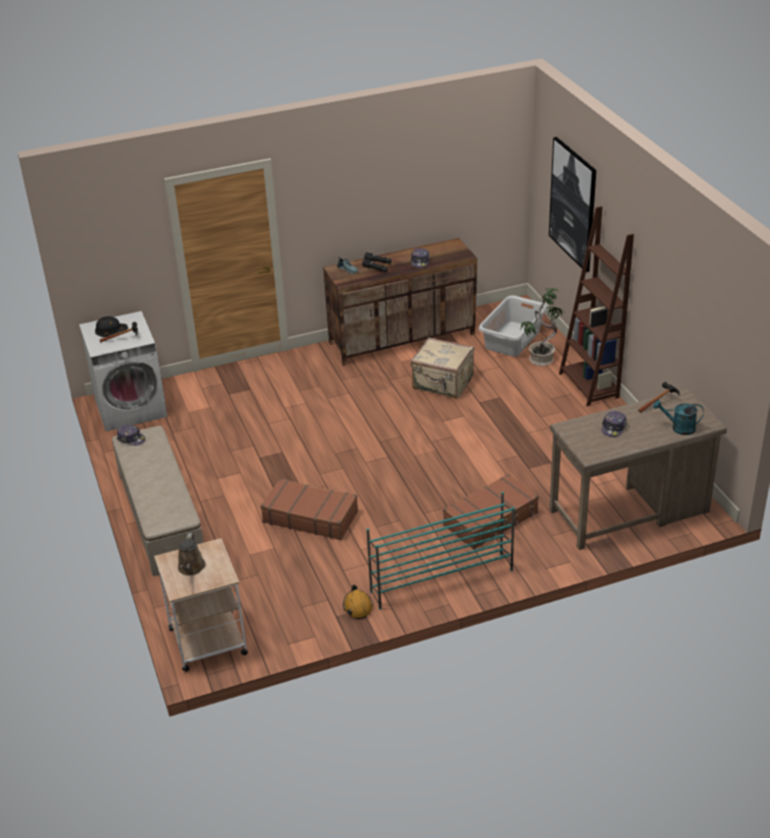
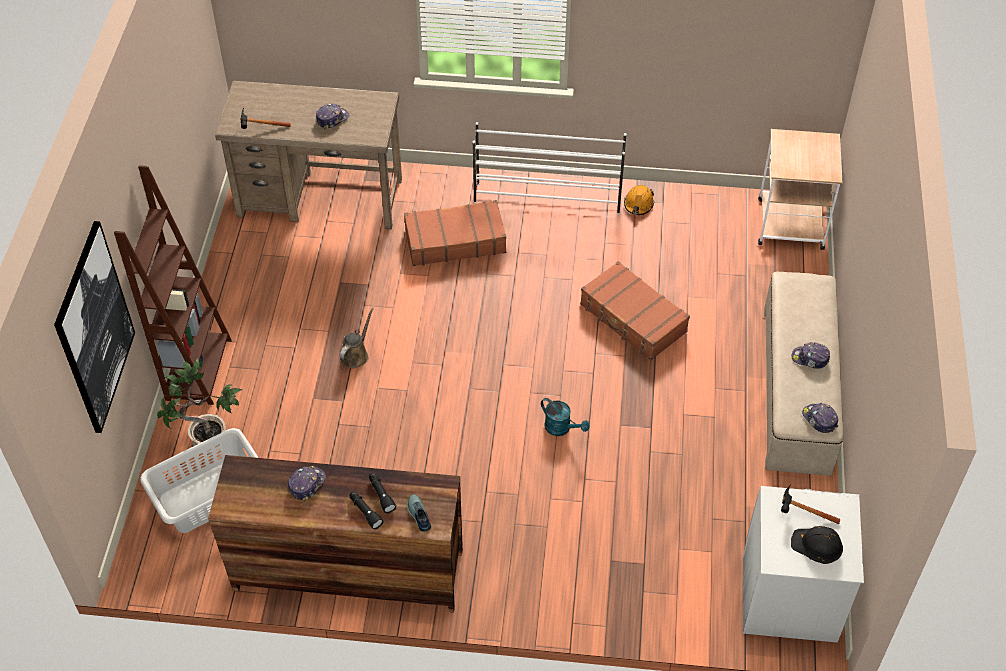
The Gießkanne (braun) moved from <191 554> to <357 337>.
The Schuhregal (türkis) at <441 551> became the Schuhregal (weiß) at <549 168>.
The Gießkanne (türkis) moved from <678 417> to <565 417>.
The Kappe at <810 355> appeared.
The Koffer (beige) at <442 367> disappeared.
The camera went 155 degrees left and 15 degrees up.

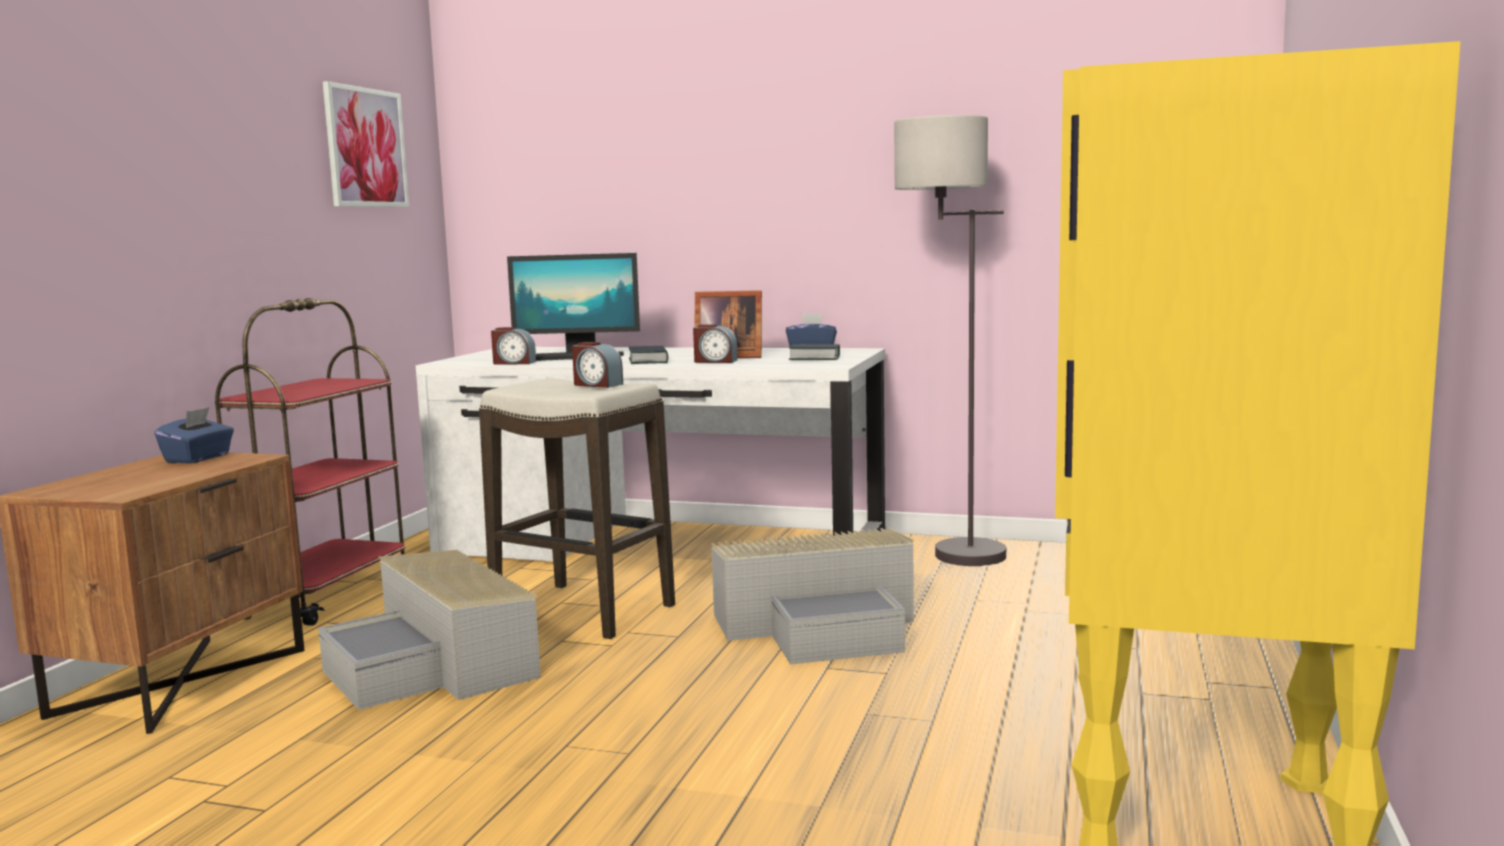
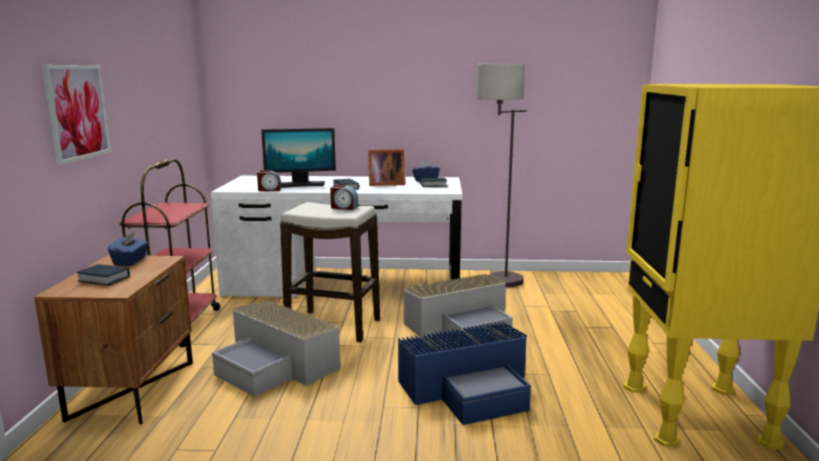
The Bild moved from <366 144> to <76 115>.
The Buch at <103 275> appeared.
The Aufbewahrungsbox (blau) at <464 373> appeared.
The Wecker at <715 343> disappeared.
The camera went 15 degrees left and 5 degrees up.

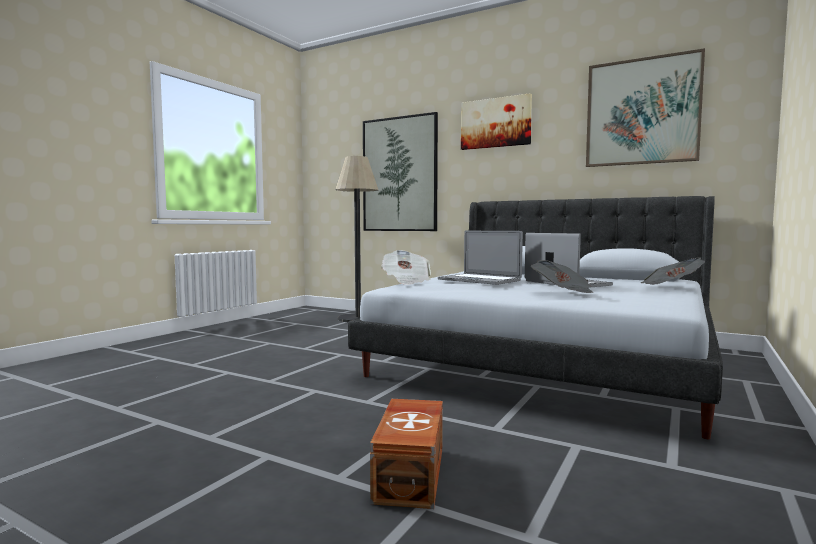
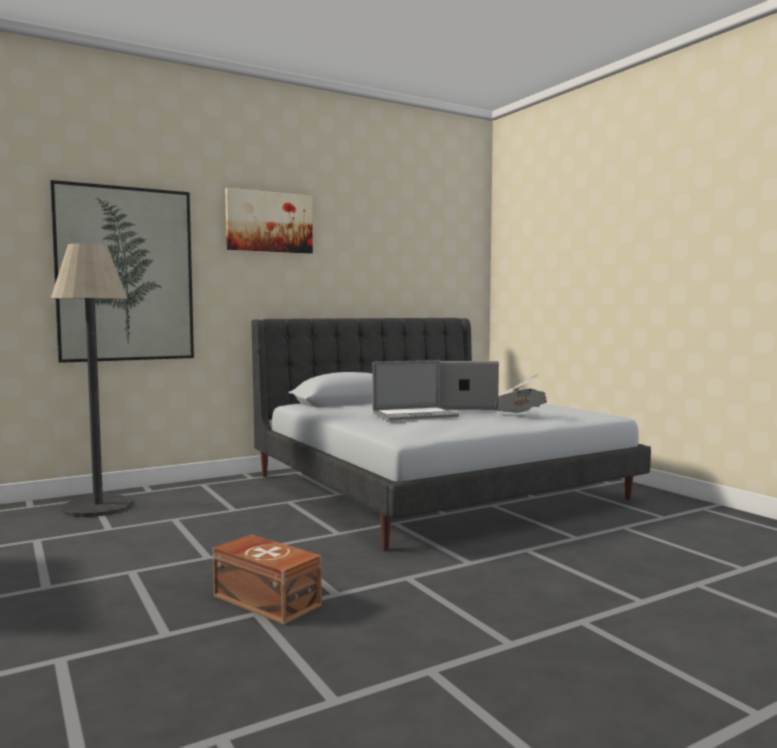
The Aufbewahrungsbox (braun) moved from <406 454> to <267 579>.
The Zeitung at <406 267> disappeared.
The Bild at <645 107> disappeared.
The camera went 60 degrees left and 0 degrees up.

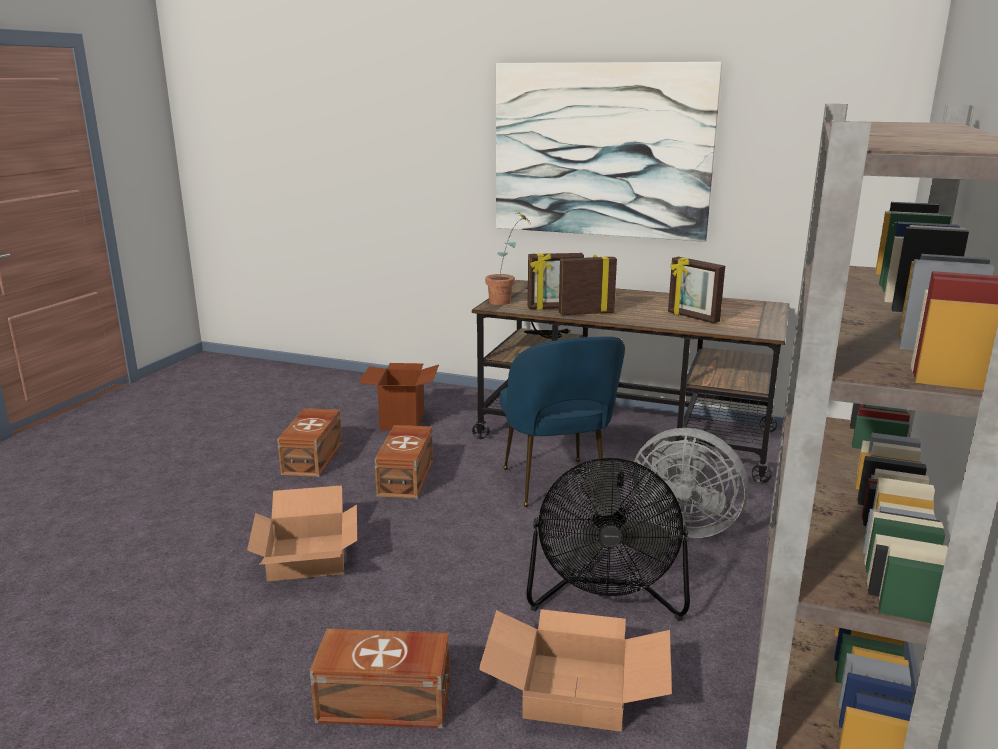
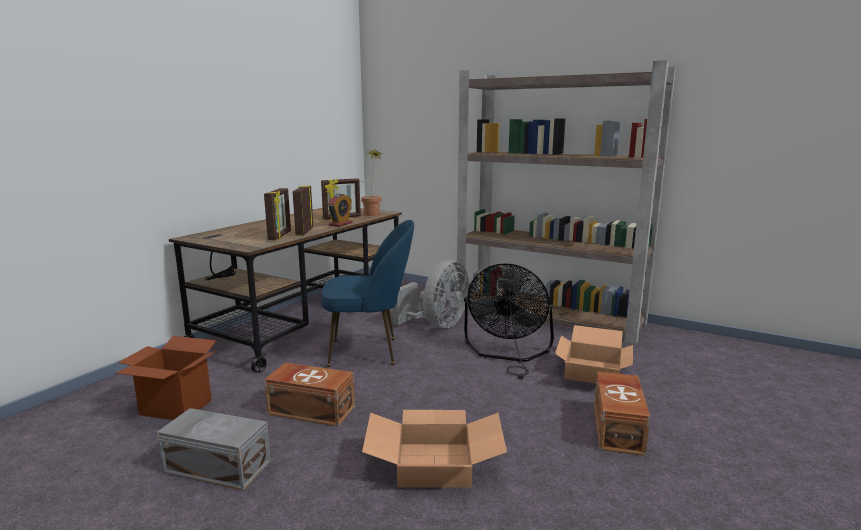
The Aufbewahrungsbox (braun) at <309 442> became the Aufbewahrungsbox (grau) at <214 449>.
The Wecker at <340 210> appeared.
The Topfpflanze moved from <508 257> to <372 182>.
The Ventilator (schwarz) at <608 539> turned 90 degrees counterclockwise.
The Bild at <609 152> disappeared.
The camera went 80 degrees left and 5 degrees down.

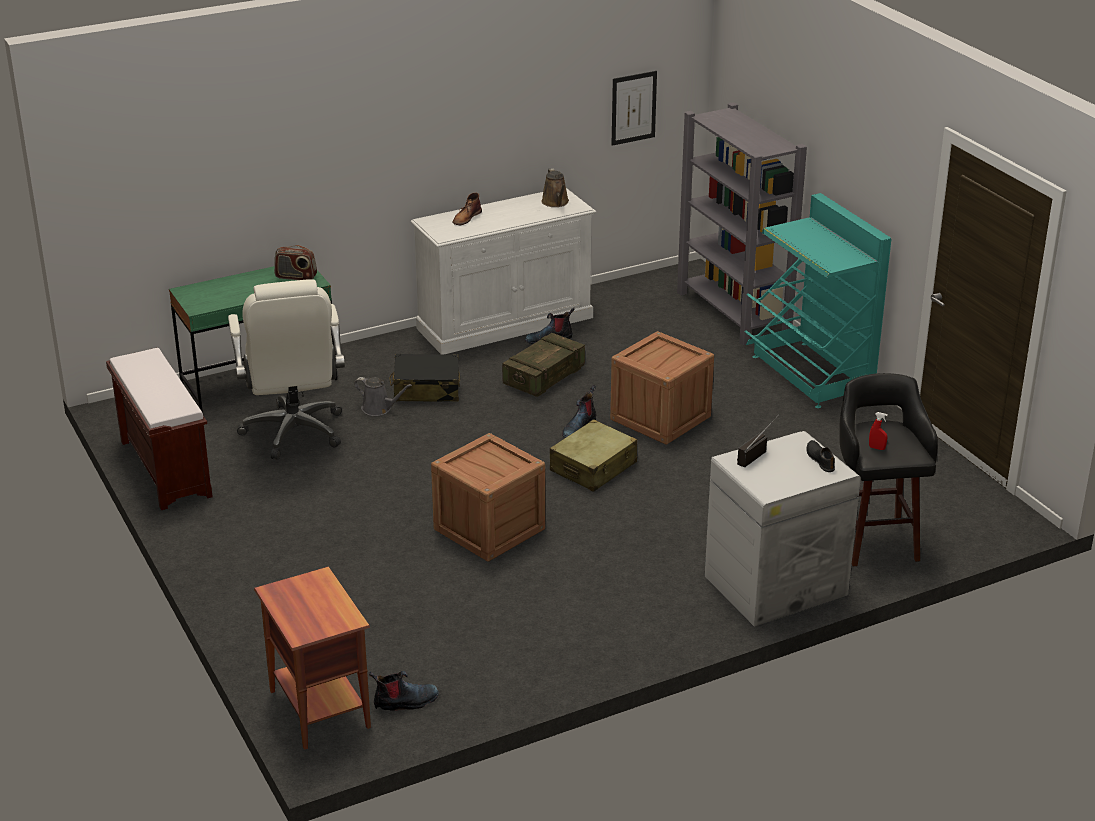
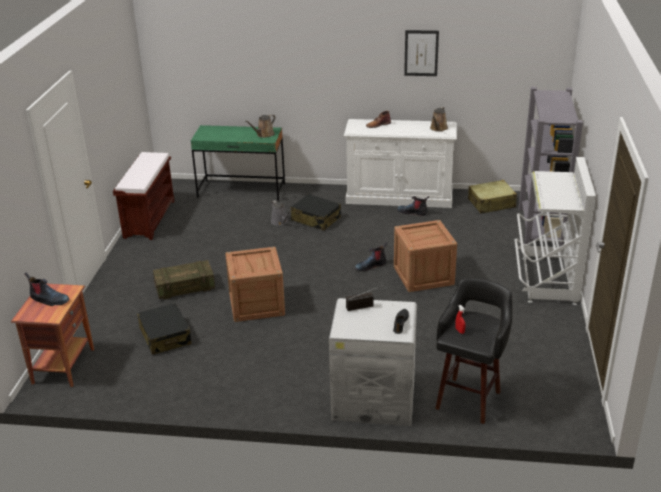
The Stiefel moved from <404 691> to <46 289>.
The Koffer (schwarz) at <164 329> appeared.
The Kiste moved from <543 365> to <184 280>.
The Radio at <295 262> was replaced by the Gießkanne (braun) at <260 126>.
The Bild moved from <634 108> to <421 53>.
The Koffer (beige) moved from <593 455> to <492 197>.
The Schuhregal (türkis) at <817 300> became the Schuhregal (weiß) at <555 231>.
The Bürostuhl (weiß) at <286 369> disappeared.
The camera went 35 degrees right and 0 degrees up.

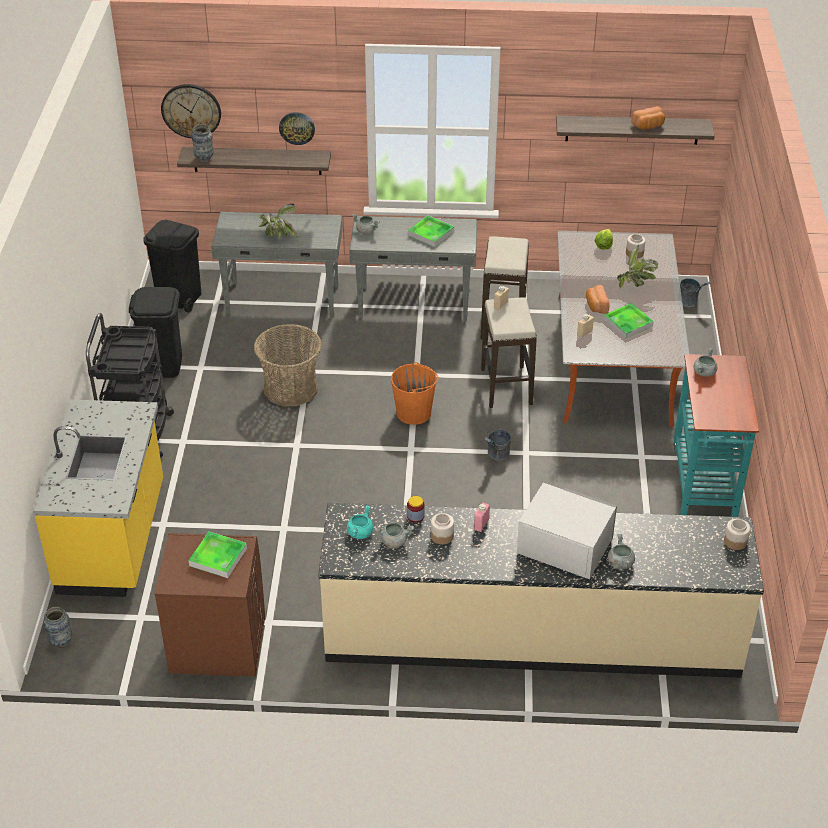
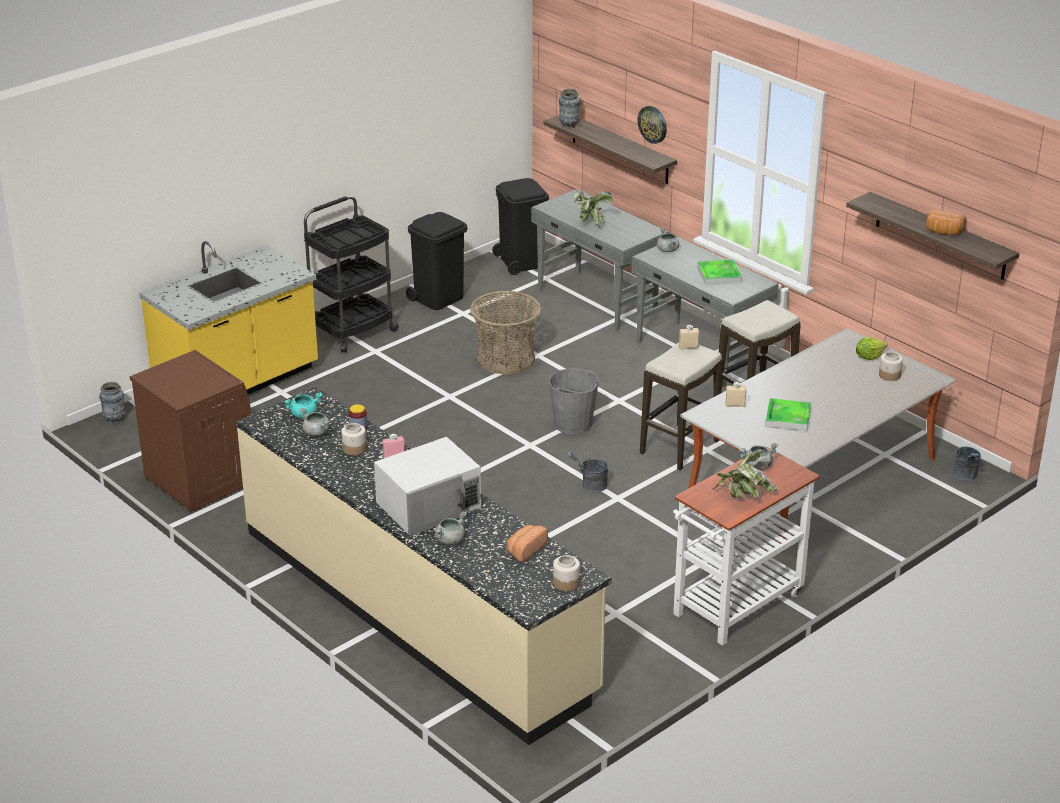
The Mikrowelle (weiß) at <567 531> turned 75 degrees clockwise.
The Brot moved from <597 299> to <527 543>.
The Eimer (orange) at <415 393> became the Eimer (grau) at <574 401>.
The Rollwagen (türkis) at <716 435> became the Rollwagen (weiß) at <746 546>.
The Topfpflanze moved from <637 267> to <745 472>.
The Wanduhr at <191 111> disappeared.
The Tablett at <218 555> disappeared.
The camera went 45 degrees right and 10 degrees down.

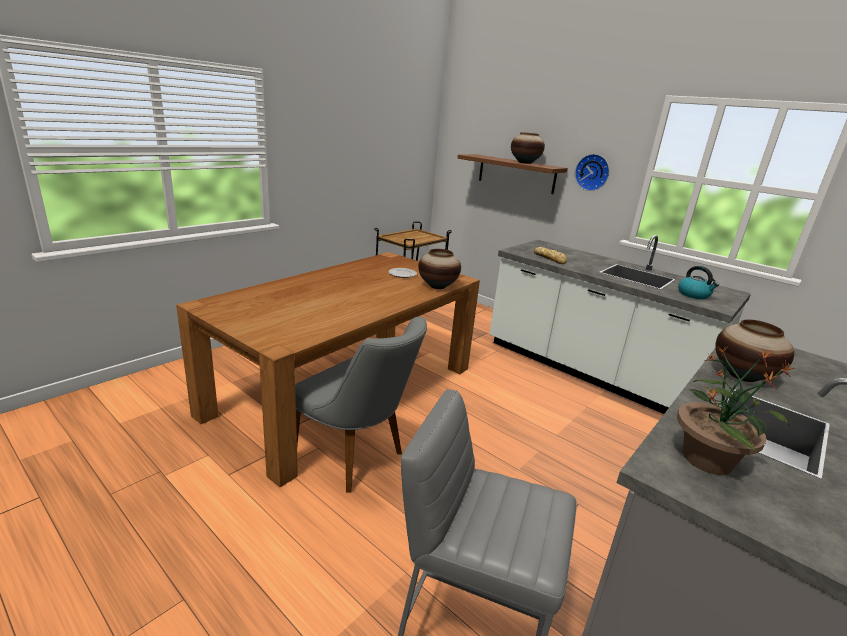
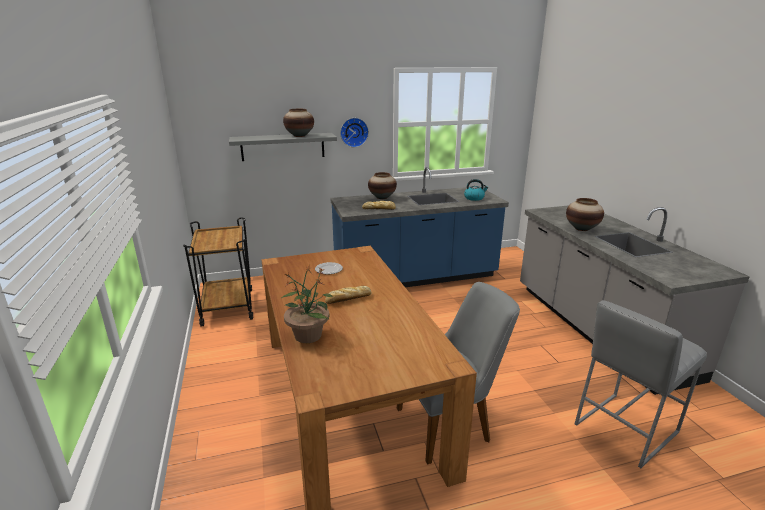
The Wandregal (braun) at <512 174> became the Wandregal (grau) at <283 147>.
The Topfpflanze moved from <736 411> to <307 304>.
The Brot at <348 295> appeared.
The Küchenzeile (weiß) at <620 324> became the Küchenzeile (blau) at <420 227>.
The Vase moved from <439 269> to <382 185>.
The camera went 55 degrees left and 0 degrees up.

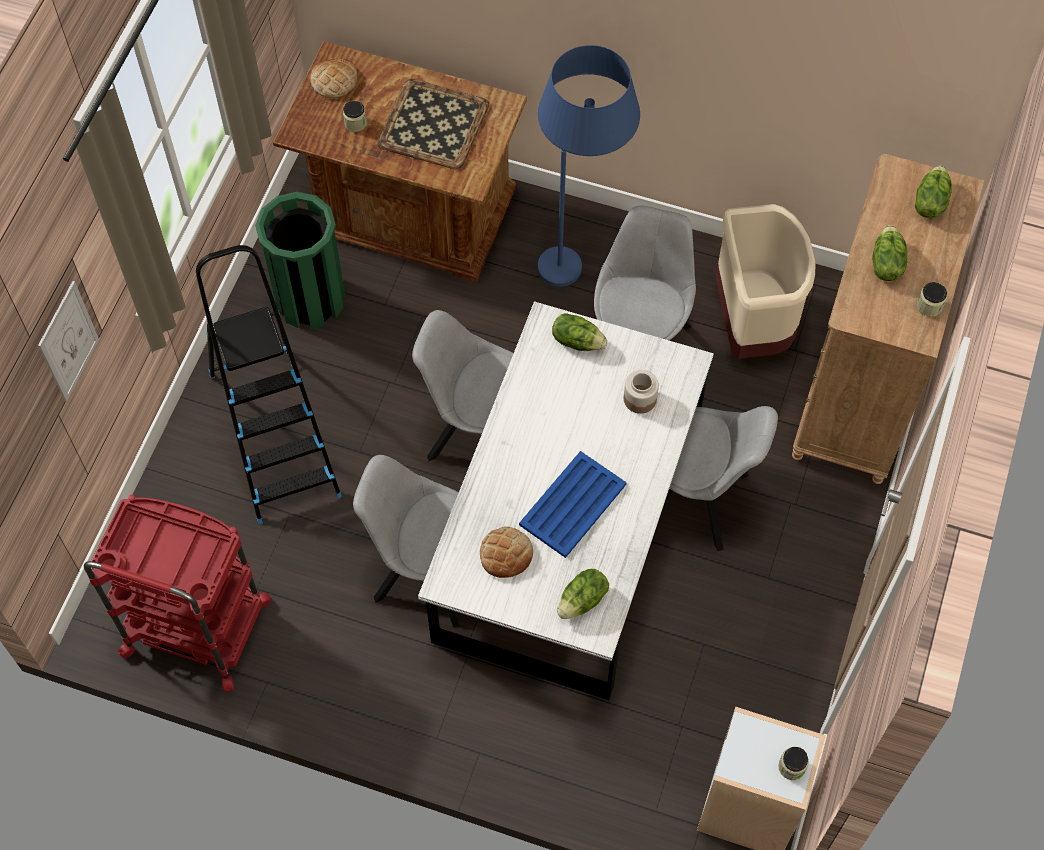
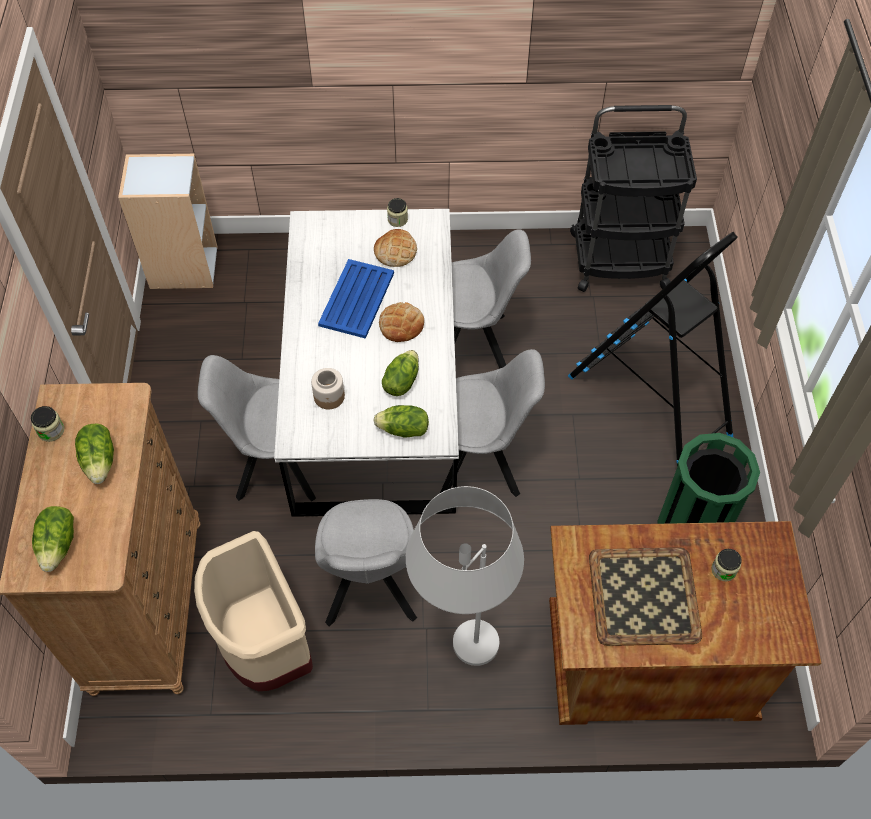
The Brot moved from <333 78> to <401 322>.
The Salatkopf moved from <583 594> to <400 373>.
The Vorratsglas moved from <793 763> to <397 212>.
The Stehlampe (blau) at <589 166> became the Stehlampe (weiß) at <465 576>.
The Rollwagen (rot) at <177 593> became the Rollwagen (schwarz) at <633 198>.
The Bild at <68 341> disappeared.
The camera went 160 degrees right and 5 degrees down.

